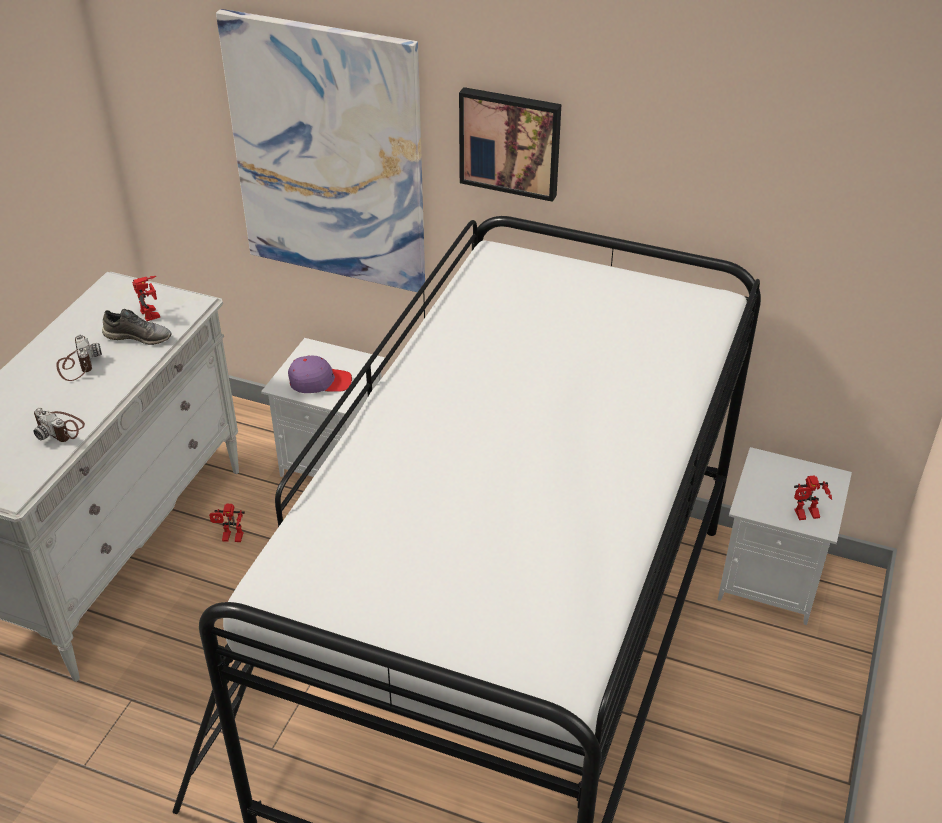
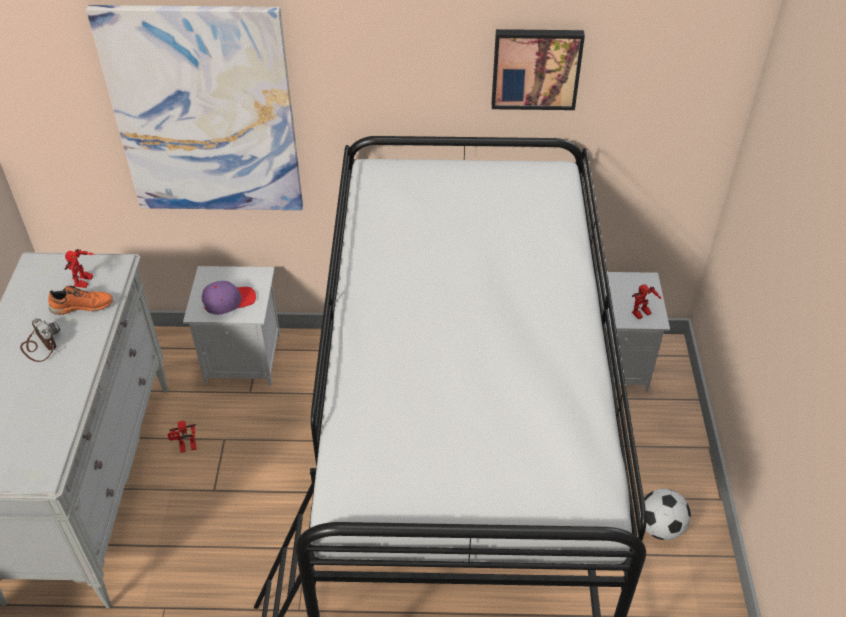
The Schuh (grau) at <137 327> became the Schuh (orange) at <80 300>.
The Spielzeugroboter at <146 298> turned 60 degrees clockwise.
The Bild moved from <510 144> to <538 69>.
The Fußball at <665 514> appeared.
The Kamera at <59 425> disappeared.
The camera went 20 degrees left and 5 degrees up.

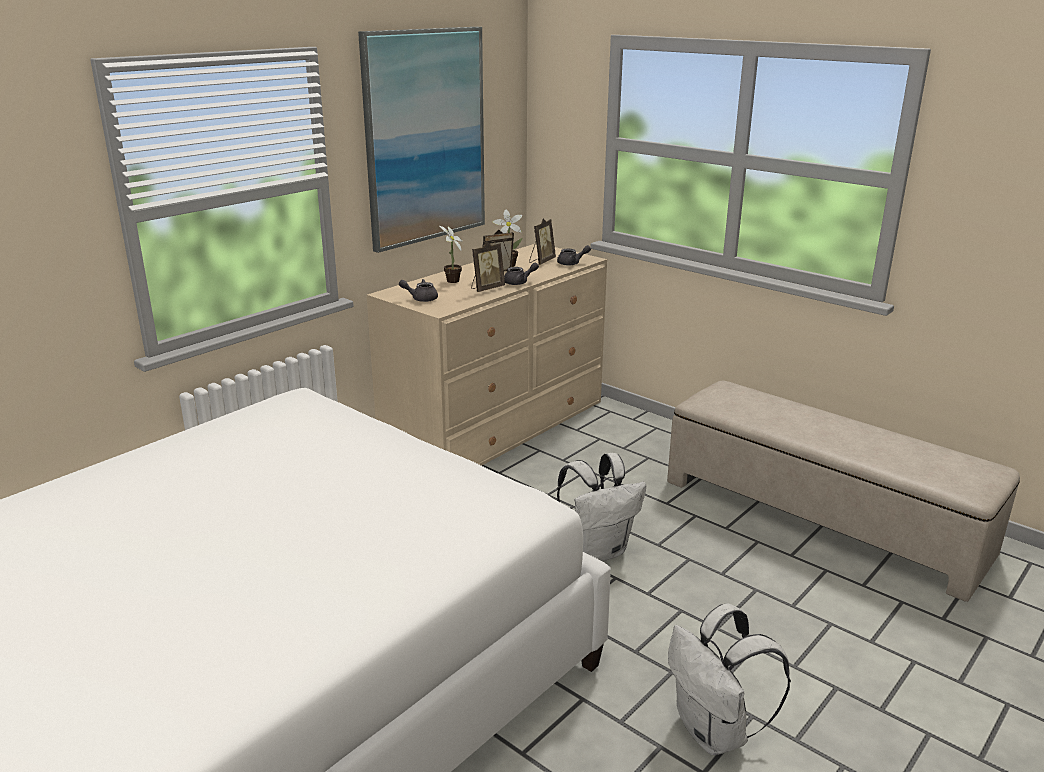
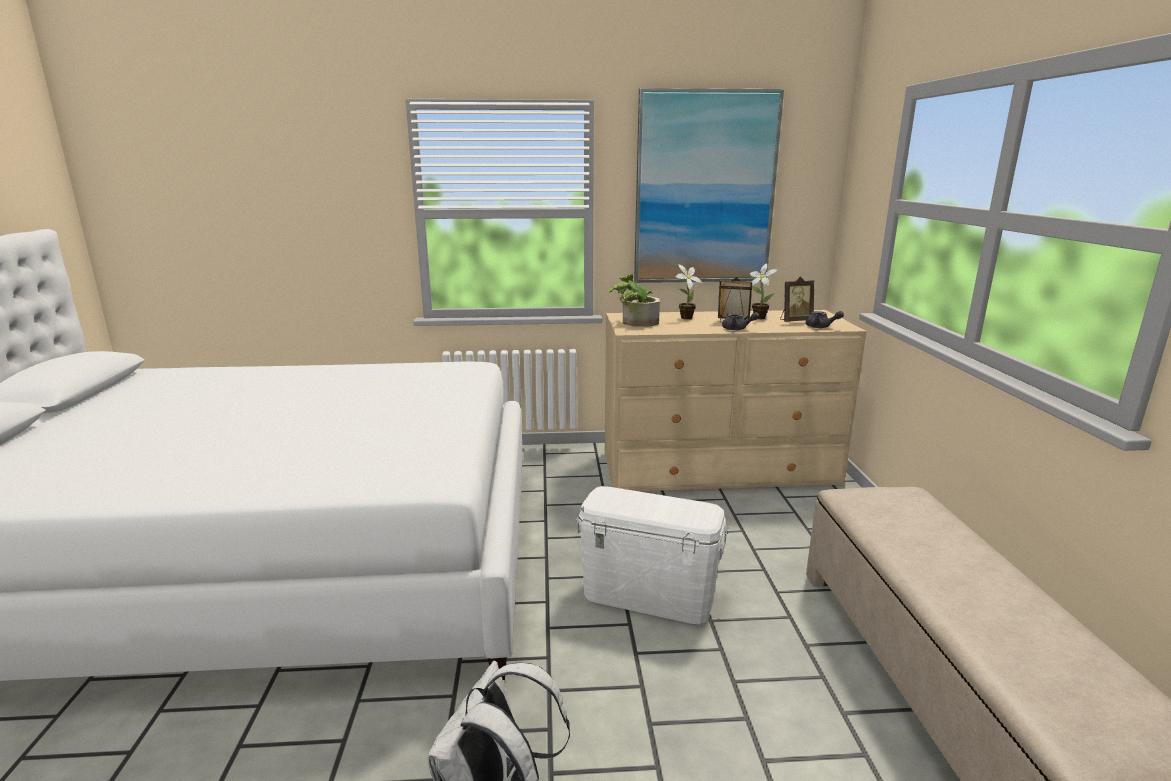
The Rucksack (weiß) at <601 507> was replaced by the Aufbewahrungsbox (weiß) at <652 555>.
The Teekanne (grau) at <418 290> was replaced by the Topfpflanze at <634 300>.
The Bilderrahmen at <488 266> disappeared.
The camera went 45 degrees right and 5 degrees down.

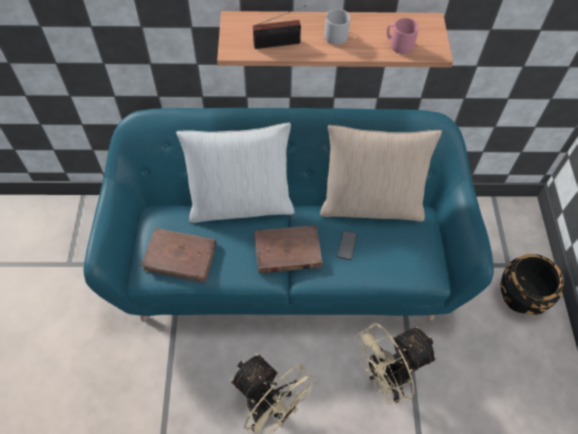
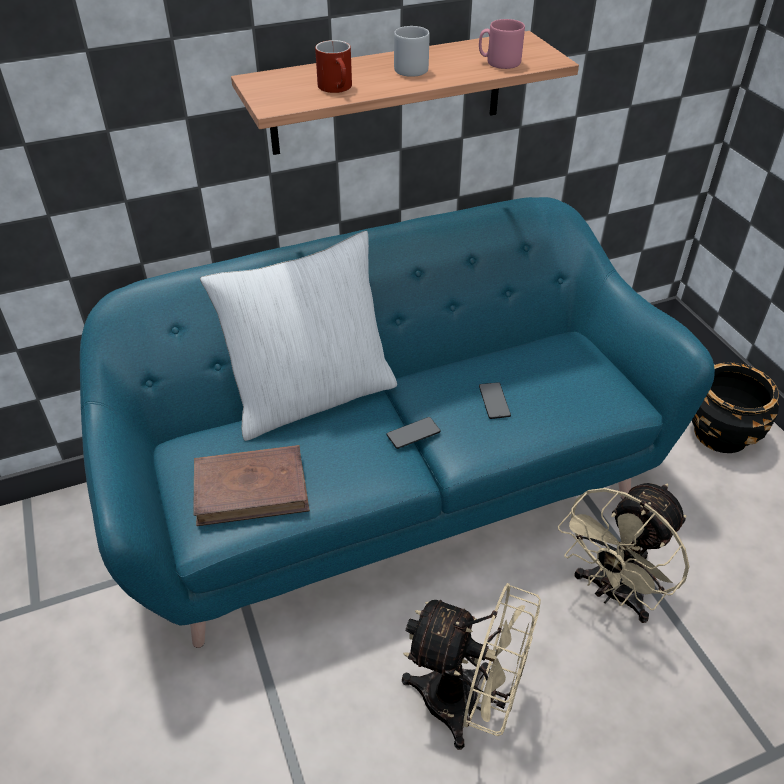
The Radio at <279 27> was replaced by the Henkelbecher (rot) at <333 66>.
The Buch (braun) at <288 249> was replaced by the Handy at <413 433>.
The Kissen (beige) at <381 173> disappeared.
The camera went 20 degrees left and 15 degrees down.

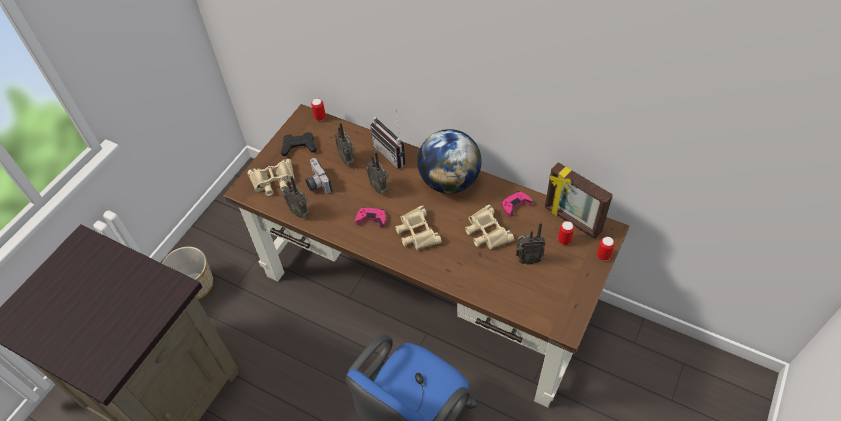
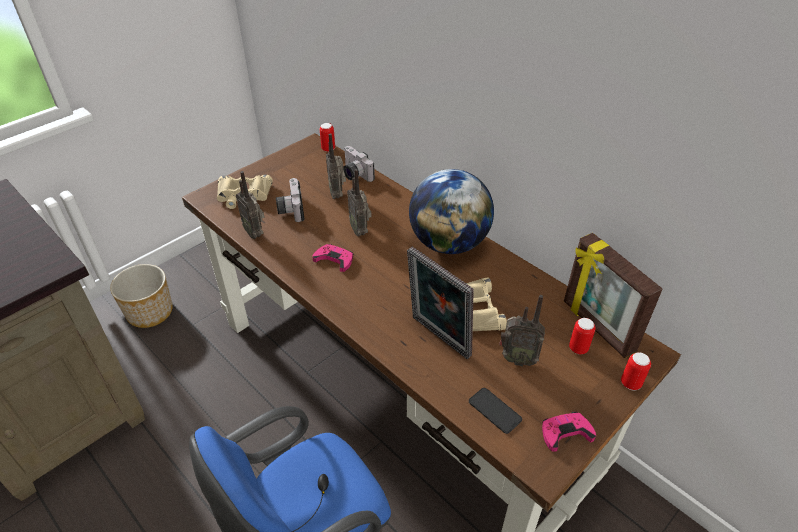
The Kamera at <359 164> appeared.
The Bilderrahmen at <440 303> appeared.
The Handy at <495 411> appeared.
The Gamepad (rosa) moved from <517 204> to <569 431>.
The Gamepad (schwarz) at <299 144> disappeared.
The Radio at <388 139> disappeared.
The Fernglas (beige) at <418 227> disappeared.
The camera went 15 degrees right and 10 degrees down.

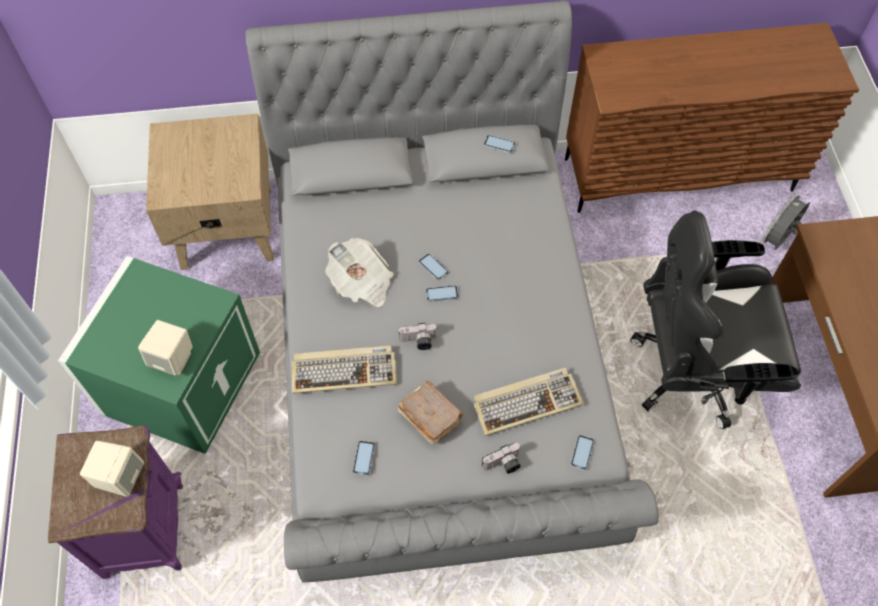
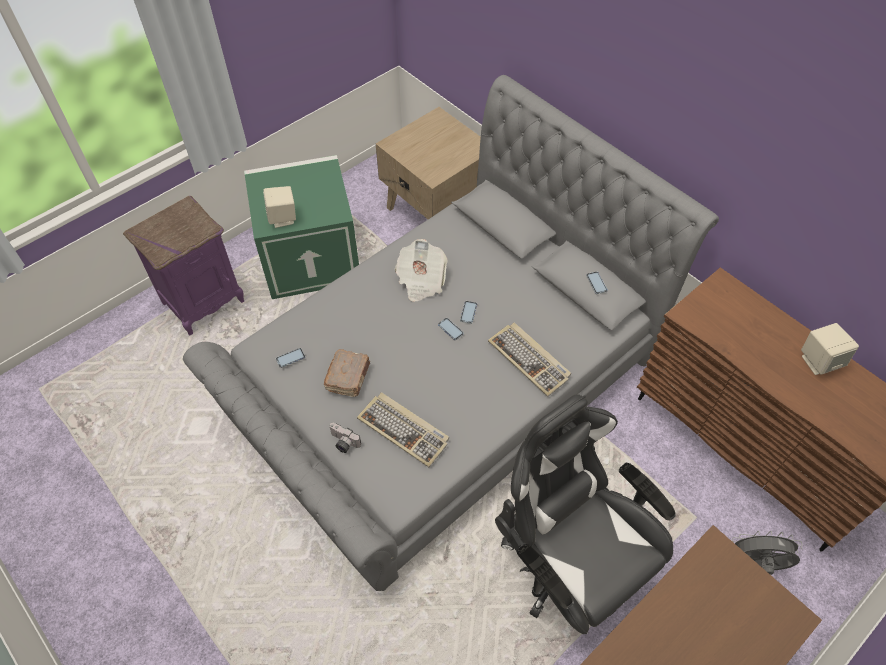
The Tastatur moved from <344 370> to <529 360>.
The Lautsprecher (beige) moved from <112 468> to <830 349>.
The Kamera at <418 336> disappeared.
The Handy at <582 452> disappeared.
The camera went 55 degrees right and 5 degrees down.

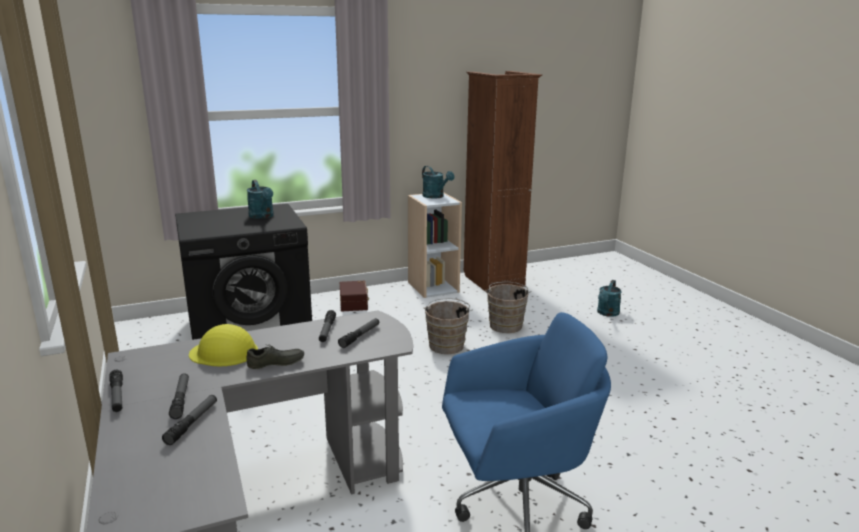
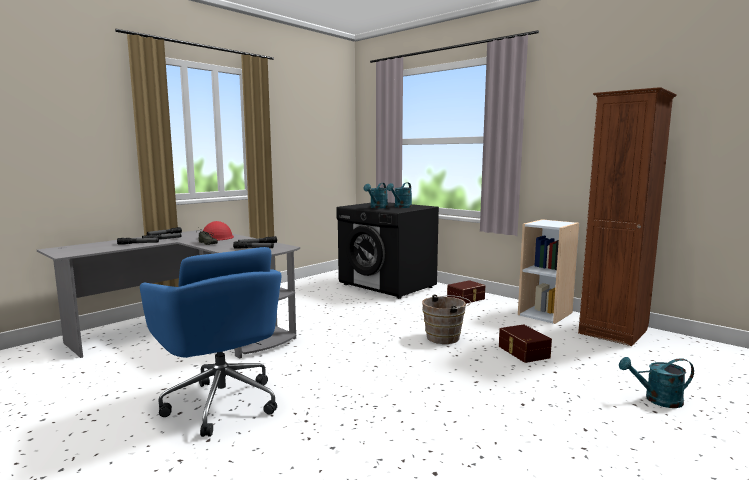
The Schutzhelm (gelb) at <223 345> became the Schutzhelm (rot) at <218 231>.
The Gießkanne (türkis) moved from <438 182> to <375 195>.
The Eimer (braun) at <508 307> was replaced by the Aufbewahrungsbox (braun) at <525 343>.
The camera went 65 degrees right and 10 degrees down.

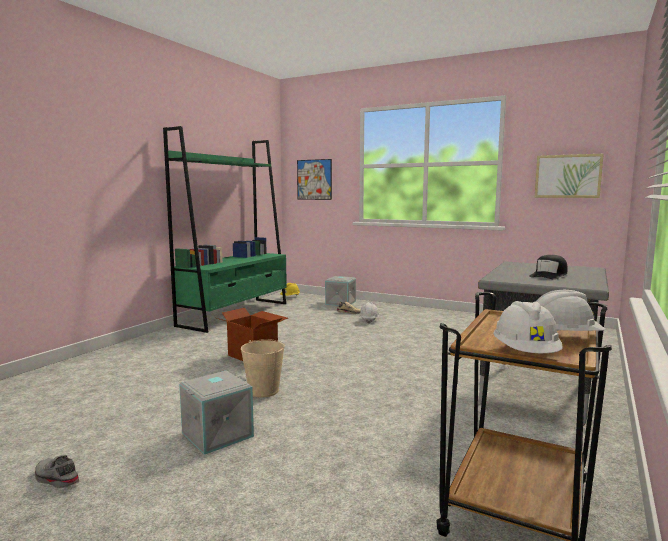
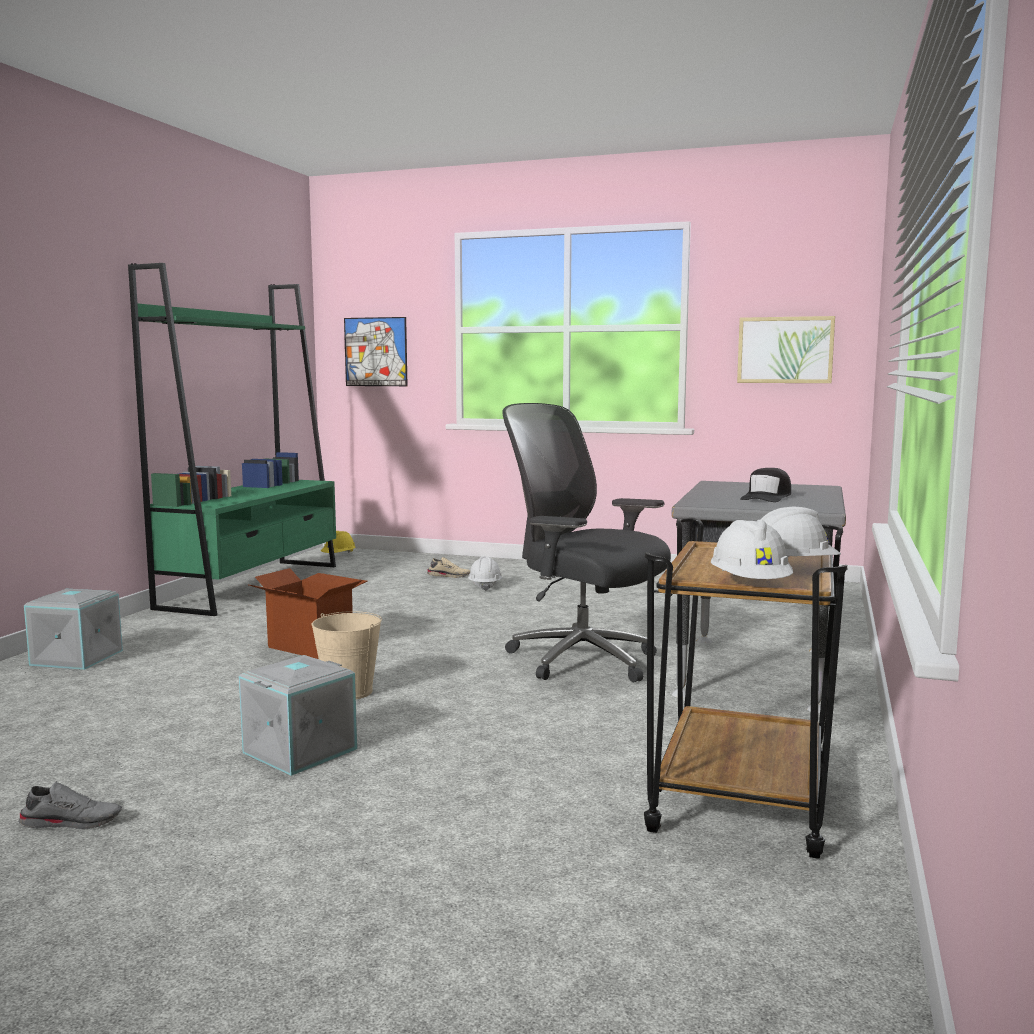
The Schuh (grau) at <57 471> turned 150 degrees clockwise.
The Aufbewahrungsbox (grau) moved from <340 291> to <73 629>.
The Bürostuhl at <586 542> appeared.
The camera went 10 degrees left and 0 degrees up.

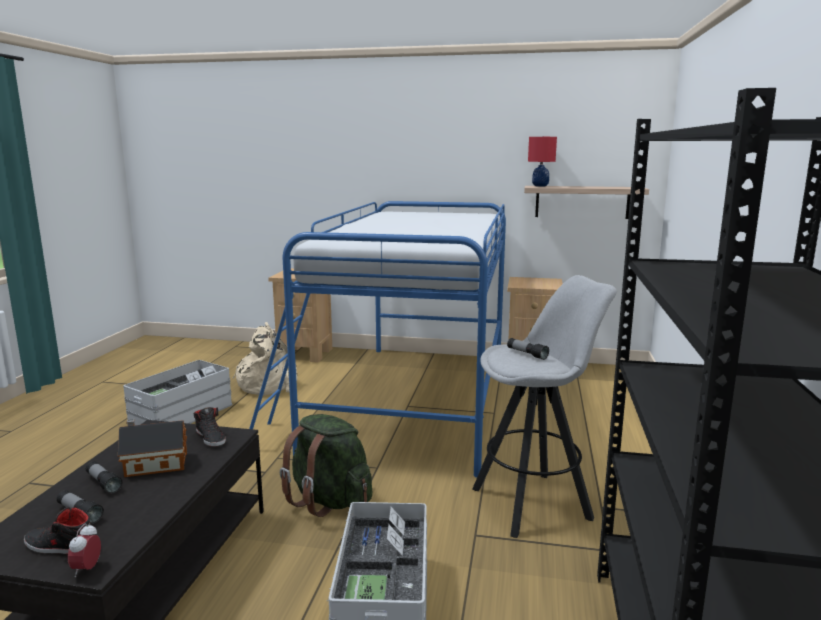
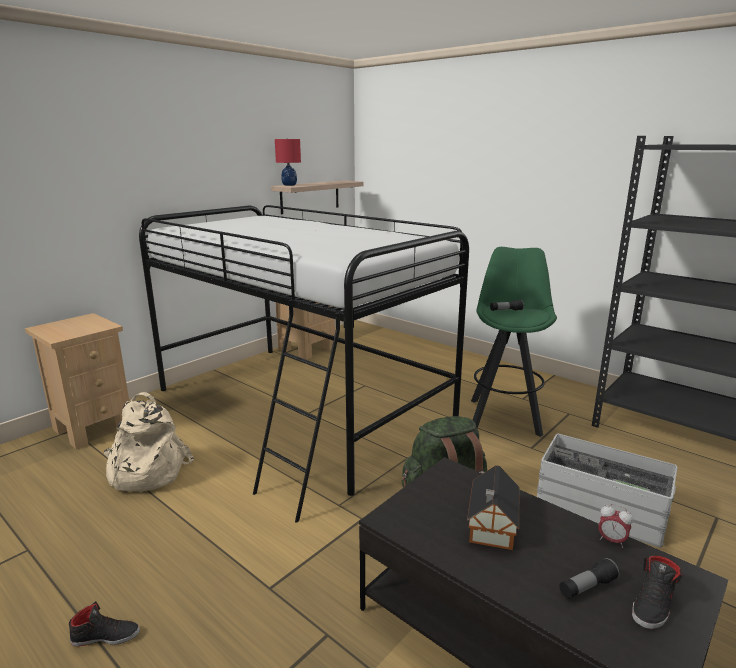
The Schuh (schwarz) moved from <210 427> to <104 623>.
The Bett (blau) at <377 339> became the Bett (schwarz) at <304 364>.
The Hocker (grau) at <544 406> became the Hocker (grün) at <514 342>.
The Wecker moved from <84 550> to <615 526>.
The Taschenlampe at <104 477> disappeared.
The Aufbewahrungsbox (grau) at <177 392> disappeared.
The camera went 60 degrees left and 5 degrees up.

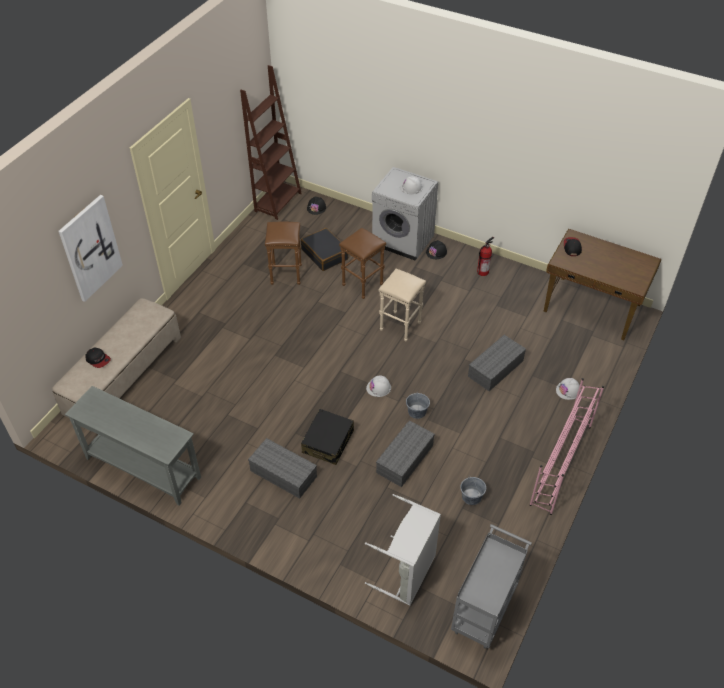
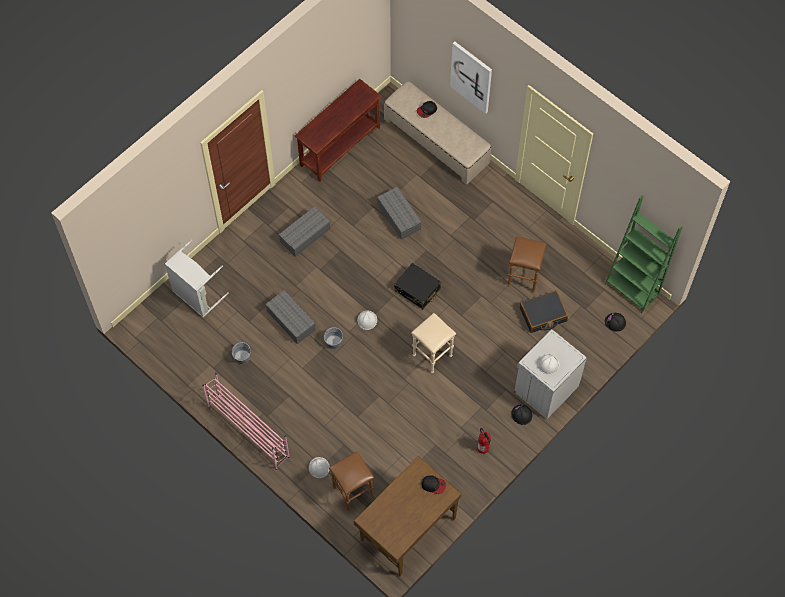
The Konsolentisch (grau) at <133 446> became the Konsolentisch (braun) at <338 130>.
The Hocker (braun) moved from <362 263> to <351 481>.
The Aufbewahrungsbox (grau) moved from <497 363> to <399 213>.
The Koffer (schwarz) moved from <327 437> to <417 286>.
The Bücherregal (braun) at <271 142> became the Bücherregal (grün) at <644 254>.
The Rollwagen (grau) at <491 586> disappeared.
The camera went 105 degrees right and 15 degrees up.

